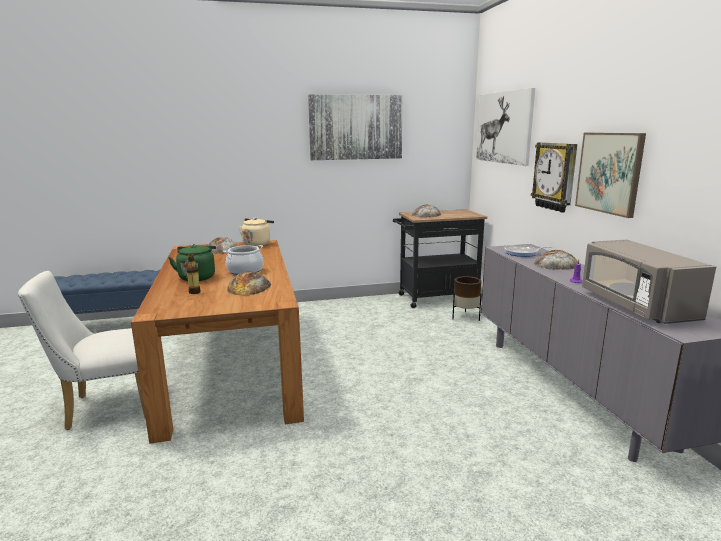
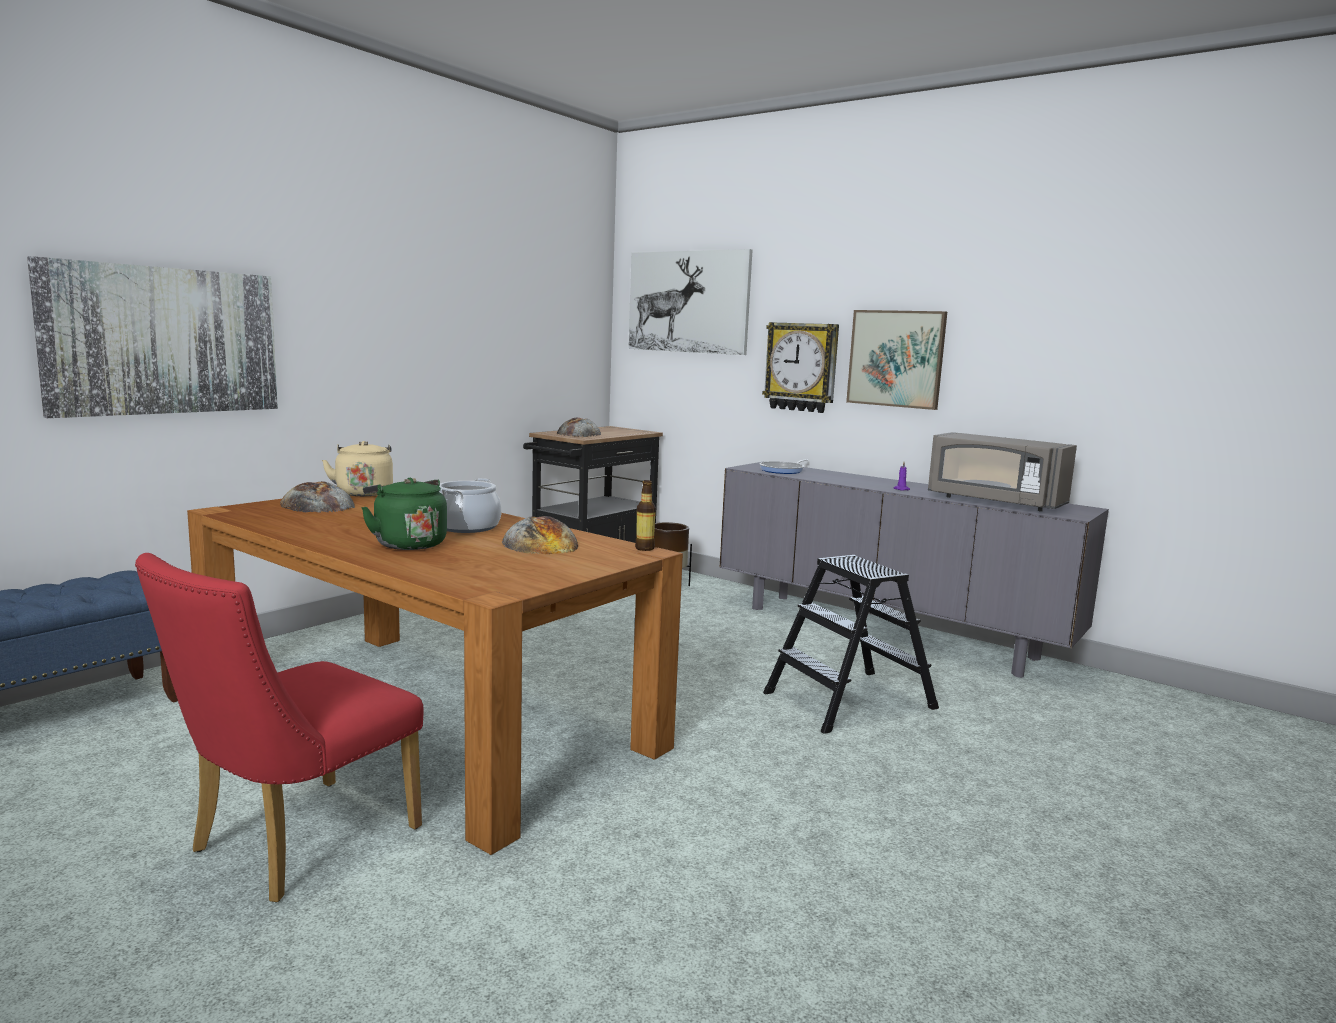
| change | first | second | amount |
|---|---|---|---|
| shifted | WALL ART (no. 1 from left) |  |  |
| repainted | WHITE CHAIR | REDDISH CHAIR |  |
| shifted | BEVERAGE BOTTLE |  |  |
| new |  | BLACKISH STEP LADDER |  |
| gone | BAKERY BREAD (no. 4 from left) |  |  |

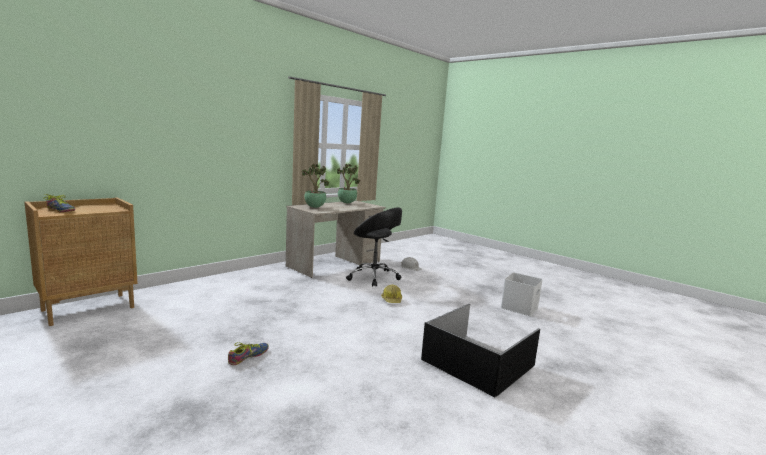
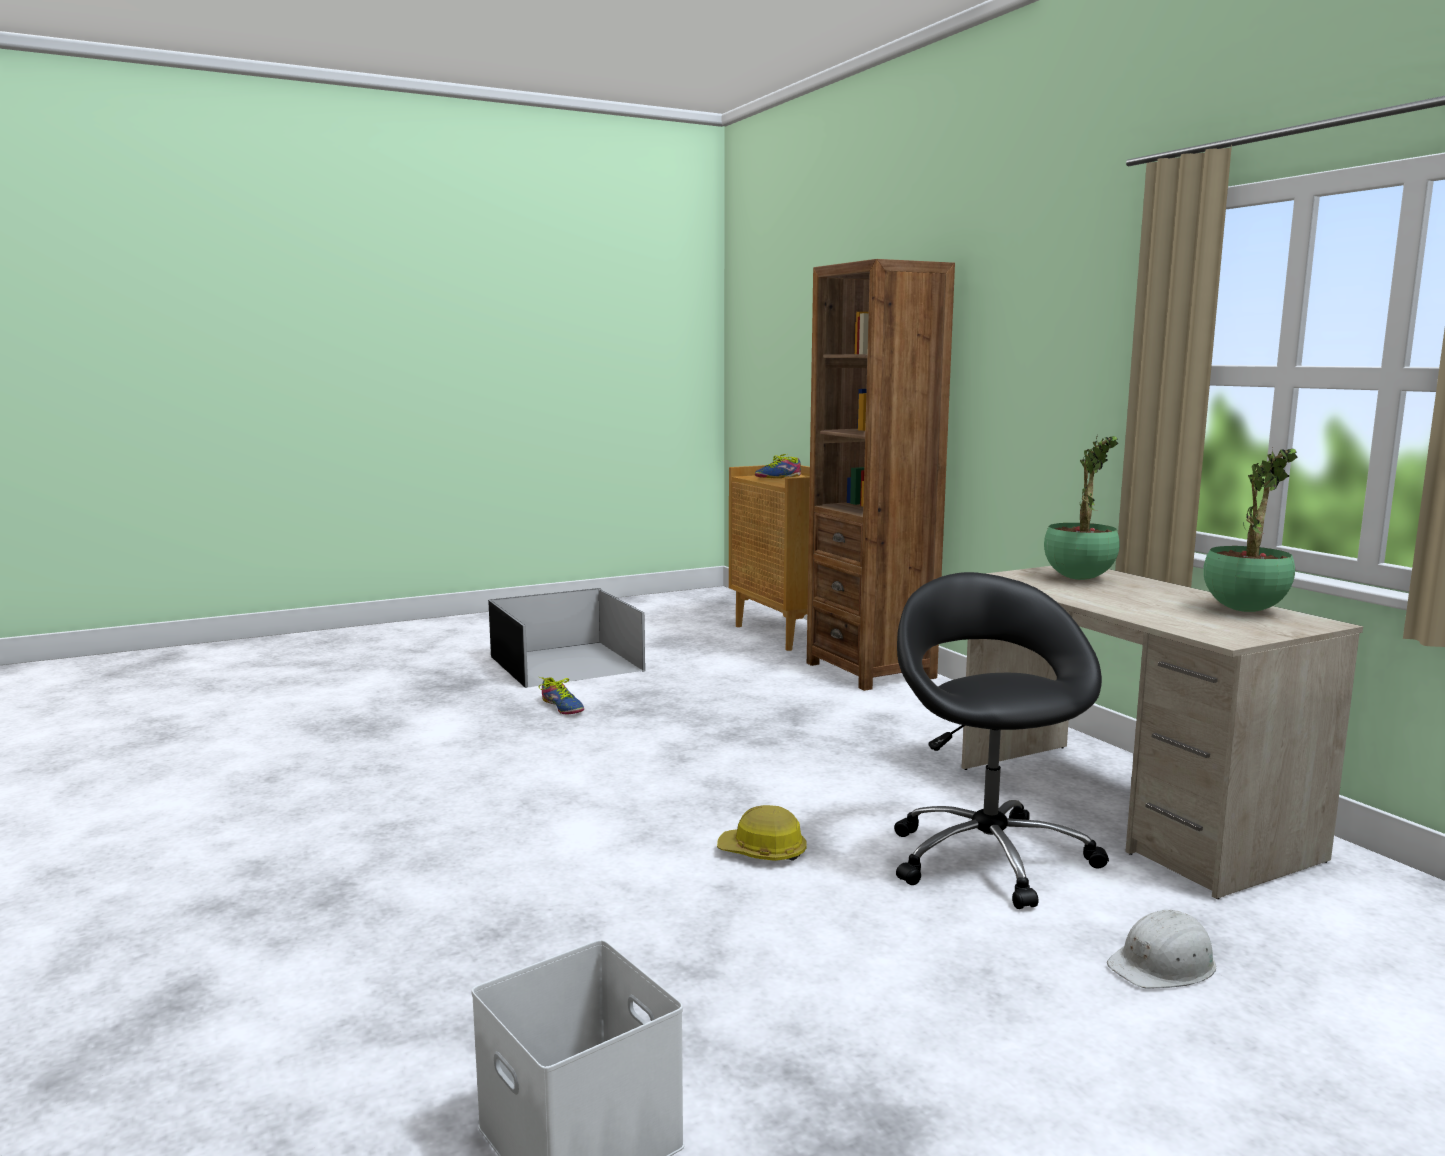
| change | first | second | amount |
|---|---|---|---|
| shifted | BLACKISH STORAGE BIN |  |  |
| new |  | BROWN-COLOURED BOOKCASE |  |
| rotated | BLACKISH OFFICE CHAIR |  | 105 degrees clockwise |

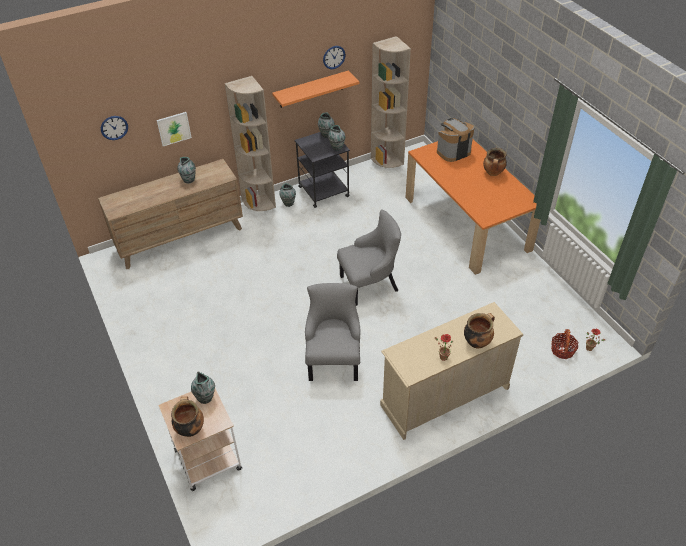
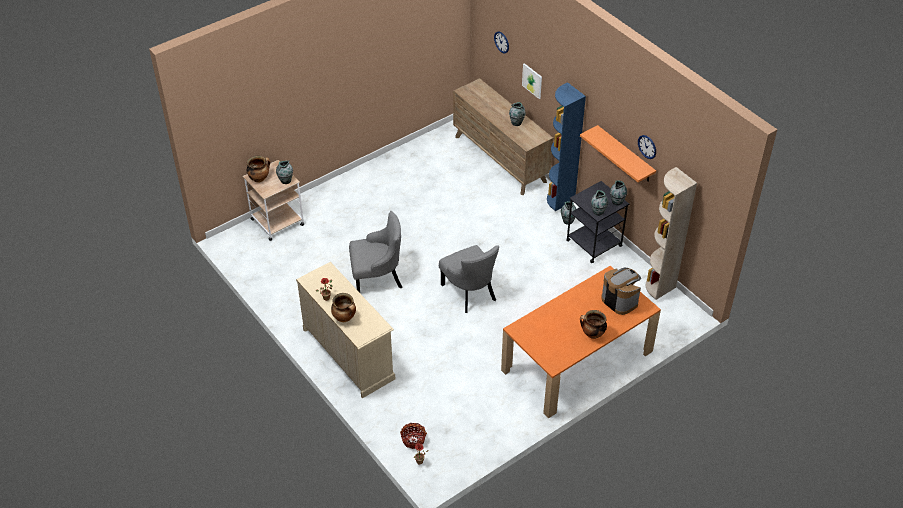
| change | first | second | amount |
|---|---|---|---|
| repainted | BEIGE-COLOURED BOOKCASE (no. 1 from left) | BLUISH BOOKCASE |  |

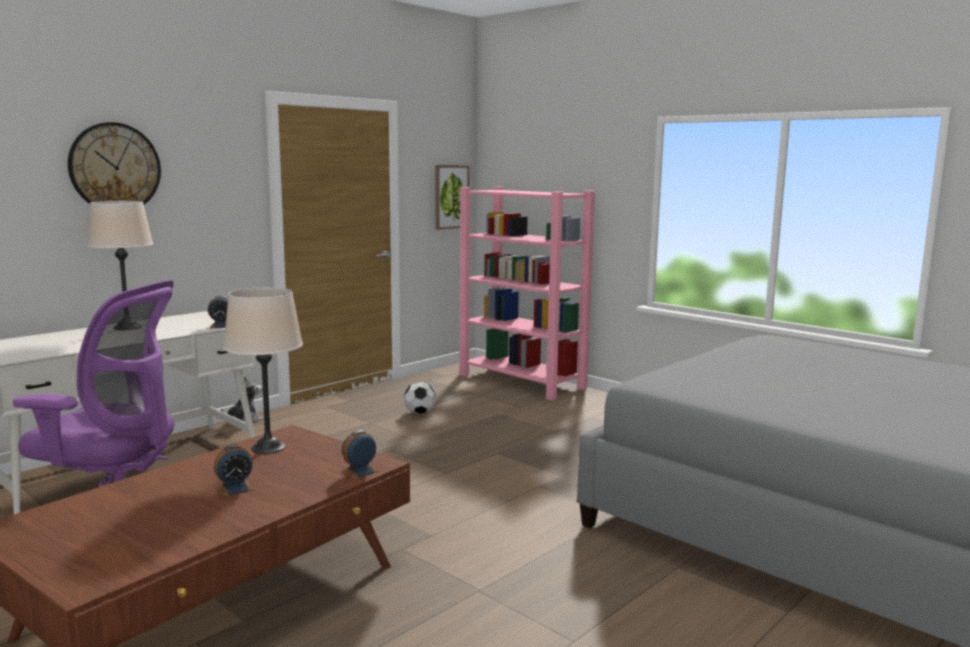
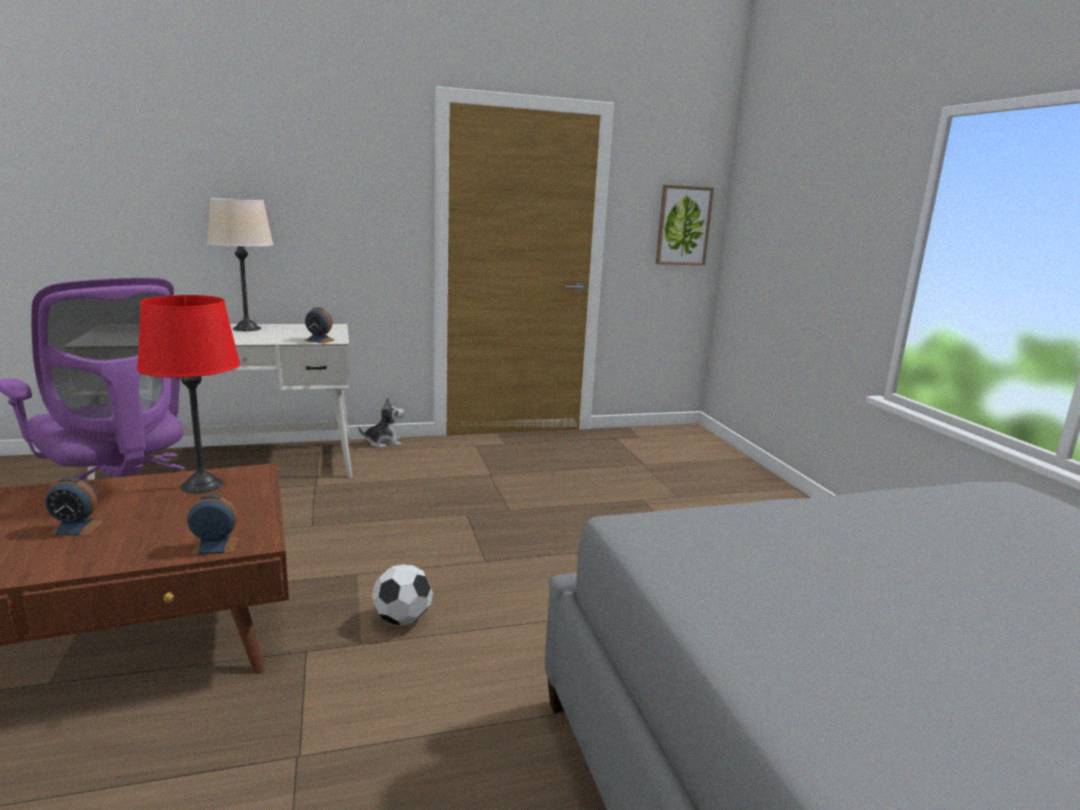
| change | first | second | amount |
|---|---|---|---|
| repainted | BEIGE-COLOURED TABLE LAMP (no. 2 from left) | REDDISH TABLE LAMP |  |
| shifted | BALL FOR FOOTBALL |  |  |
| gone | HANGING CLOCK |  |  |
| gone | PINK BOOKCASE |  |  |

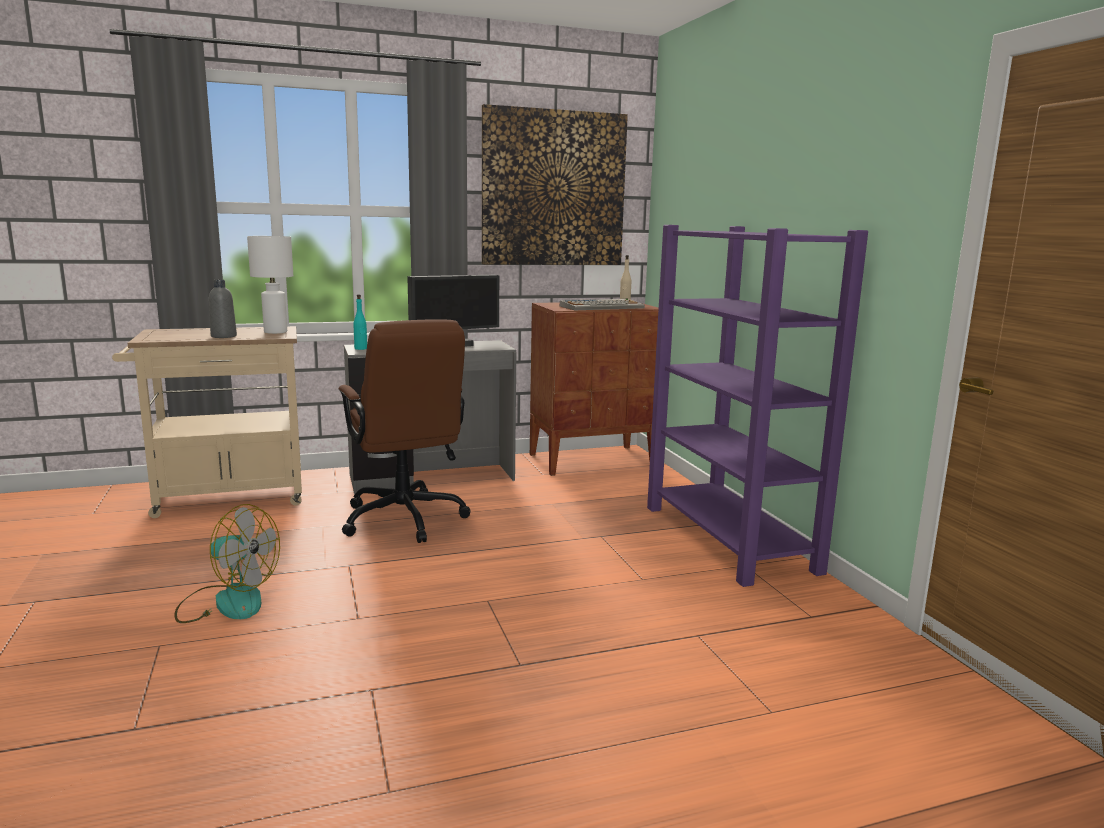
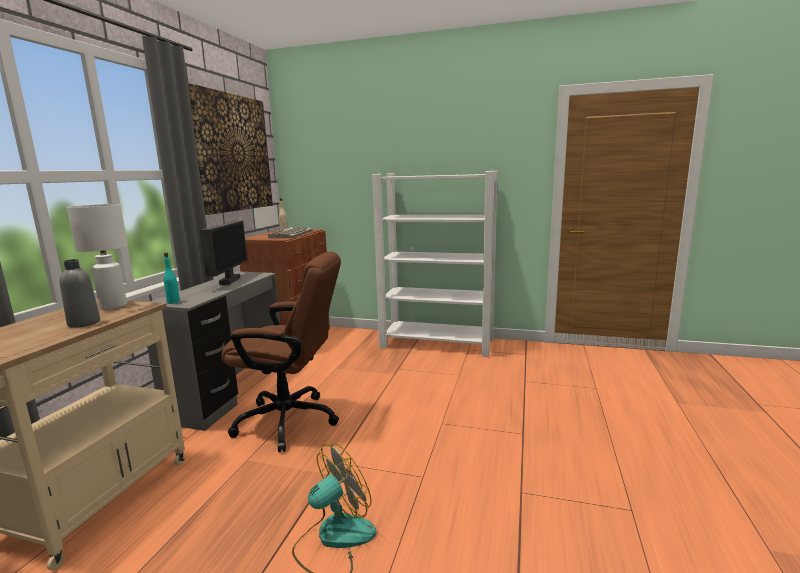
| change | first | second | amount |
|---|---|---|---|
| repainted | PURPLE BOOKCASE | WHITE BOOKCASE |  |

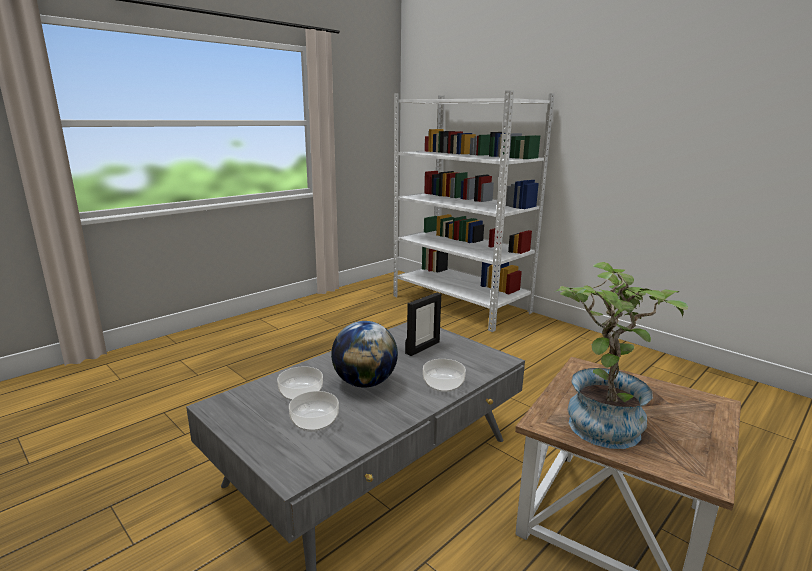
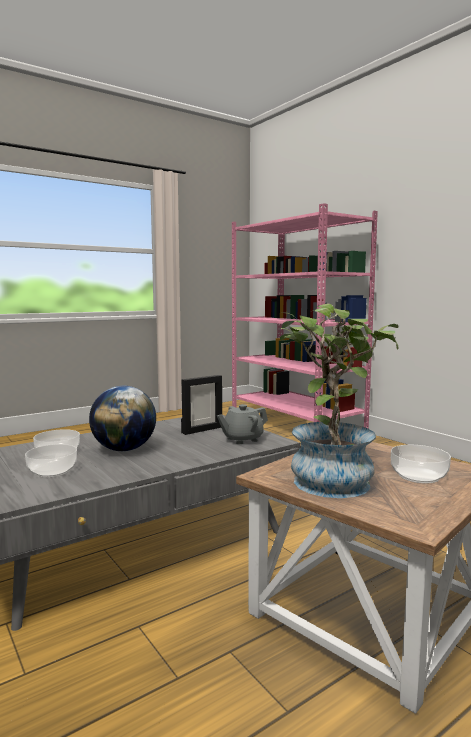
| change | first | second | amount |
|---|---|---|---|
| new |  | GRAY POT FOR TEA |  |
| repainted | WHITE BOOKCASE | PINK BOOKCASE |  |
| shifted | DEEP DISH (no. 3 from left) |  |  |

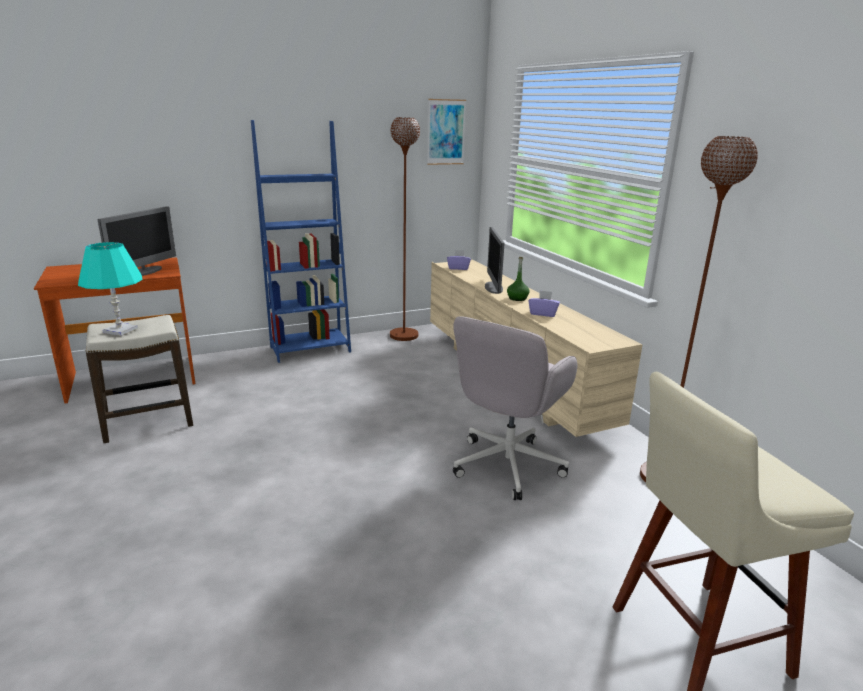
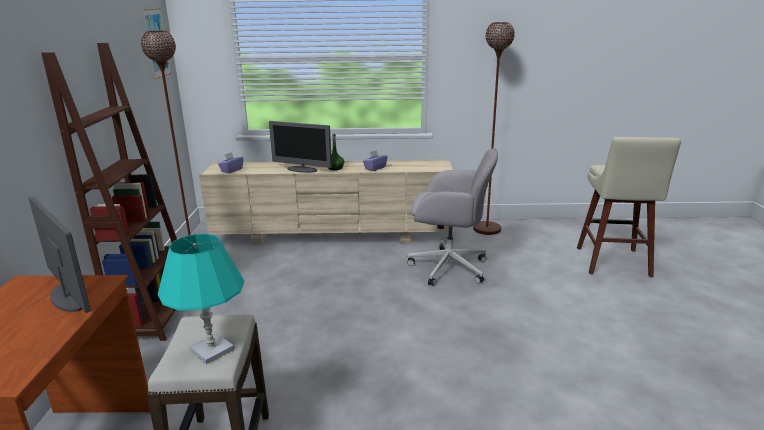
| change | first | second | amount |
|---|---|---|---|
| repainted | BLUISH BOOKCASE | BROWN-COLOURED BOOKCASE |  |
| rotated | GRAY OFFICE CHAIR |  | 45 degrees counterclockwise |

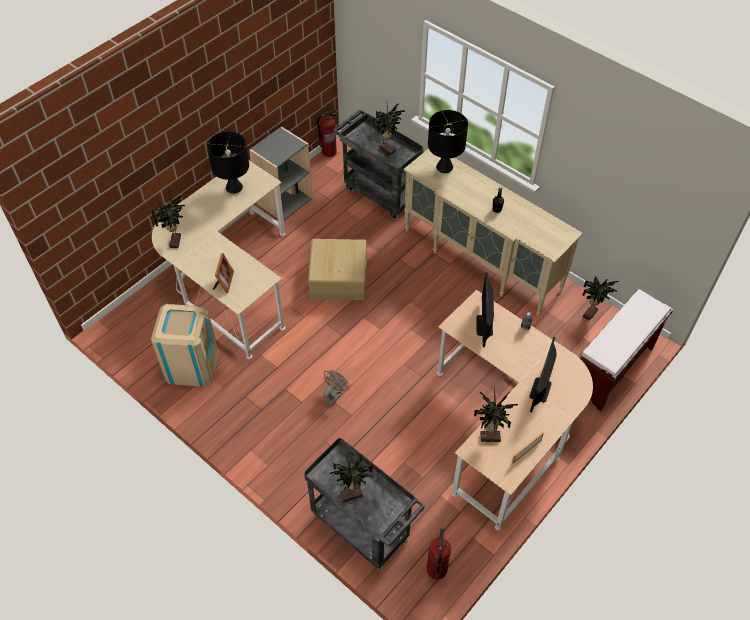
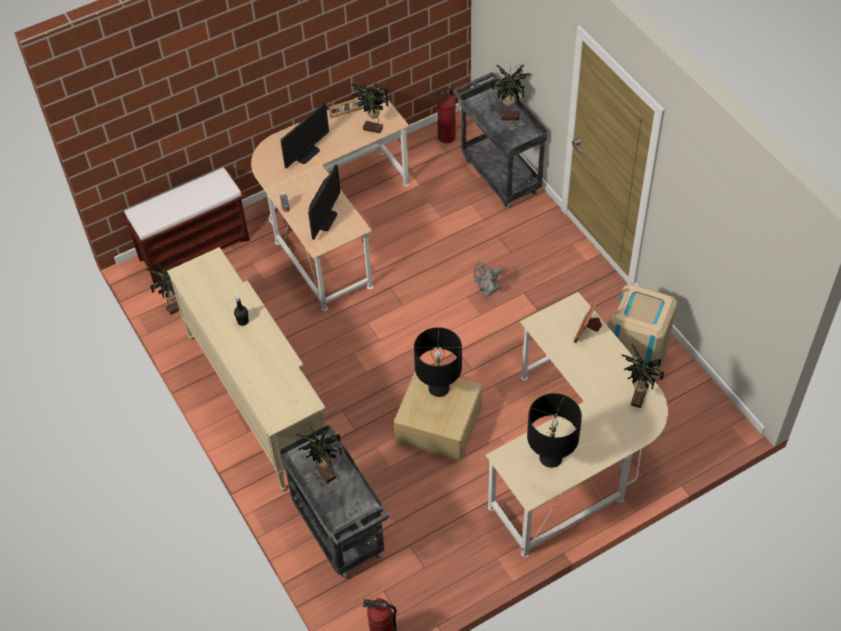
| change | first | second | amount |
|---|---|---|---|
| shifted | BLACKISH TABLE LAMP (no. 2 from left in the first image) | BLACKISH TABLE LAMP (no. 1 from left) |  |
| gone | GRAY BOOKCASE |  |  |

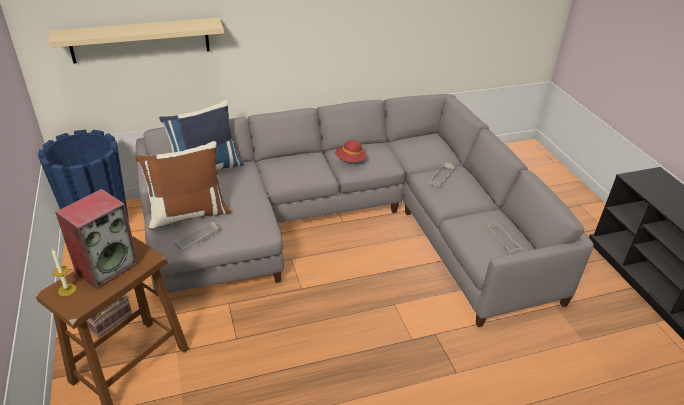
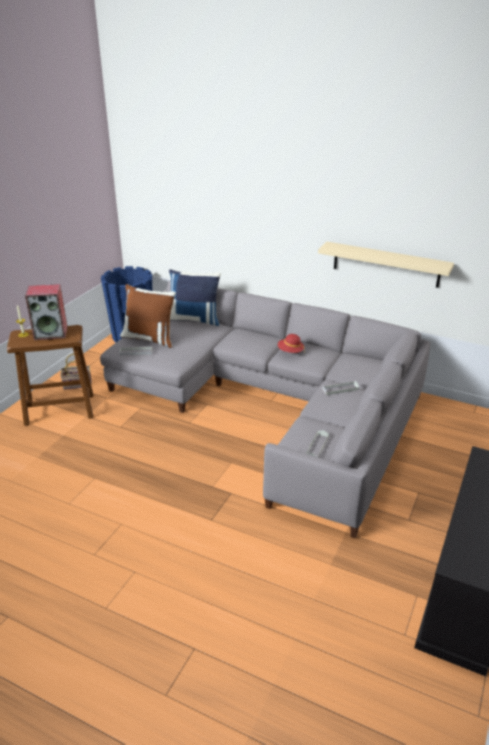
| change | first | second | amount |
|---|---|---|---|
| shifted | BEIGE-COLOURED SHELF |  |  |

